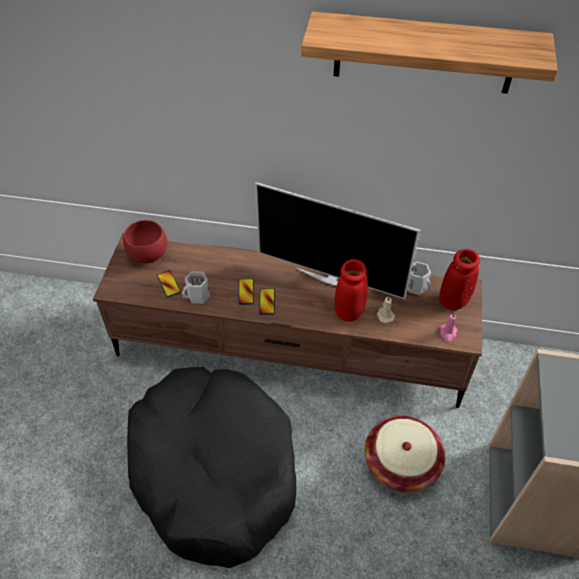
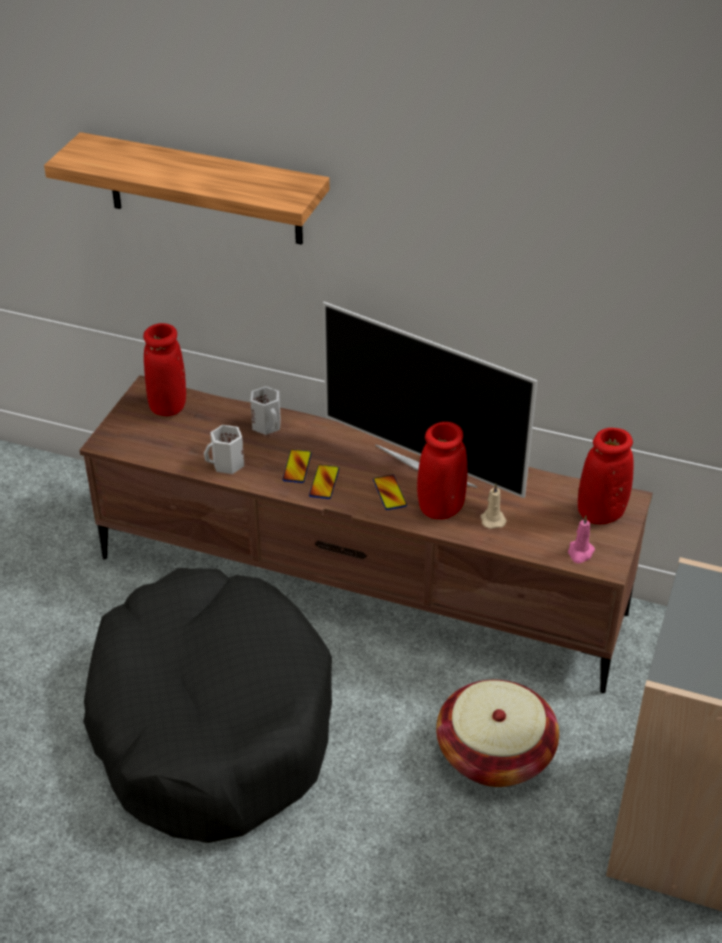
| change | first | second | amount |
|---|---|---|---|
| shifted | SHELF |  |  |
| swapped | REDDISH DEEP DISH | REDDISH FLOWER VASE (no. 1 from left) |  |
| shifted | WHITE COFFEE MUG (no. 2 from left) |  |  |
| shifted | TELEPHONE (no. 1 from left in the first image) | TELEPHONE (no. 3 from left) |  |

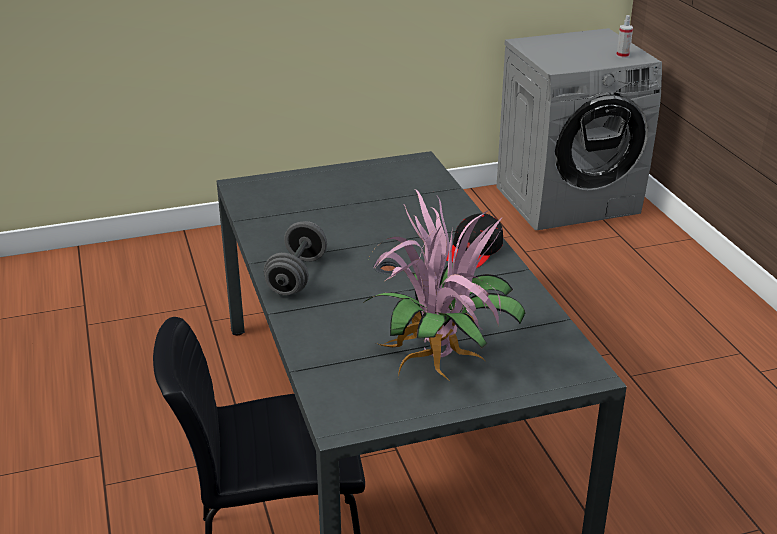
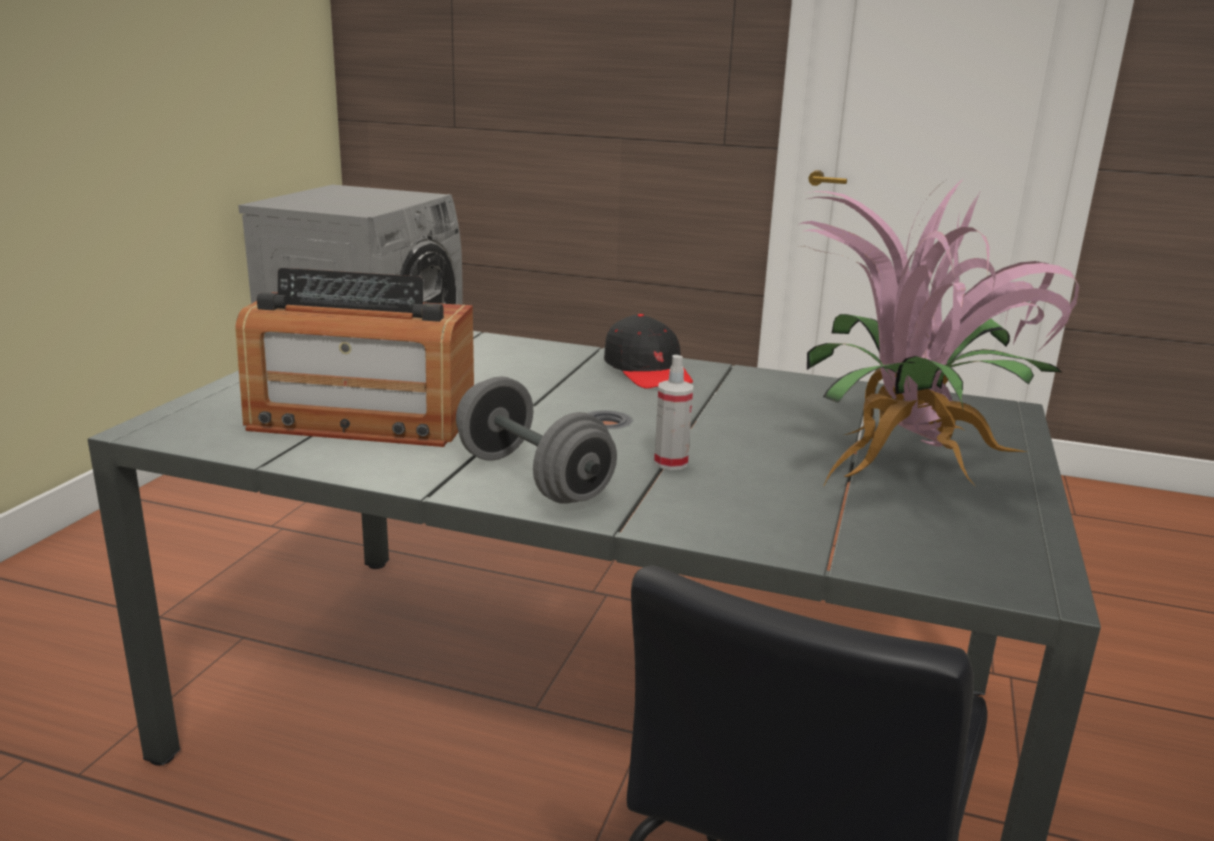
| change | first | second | amount |
|---|---|---|---|
| new |  | RADIO |  |
| shifted | SPRAY BOTTLE |  |  |

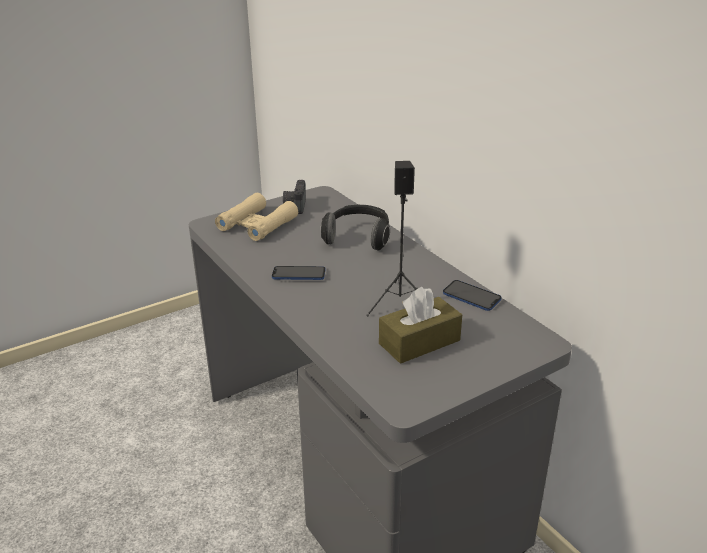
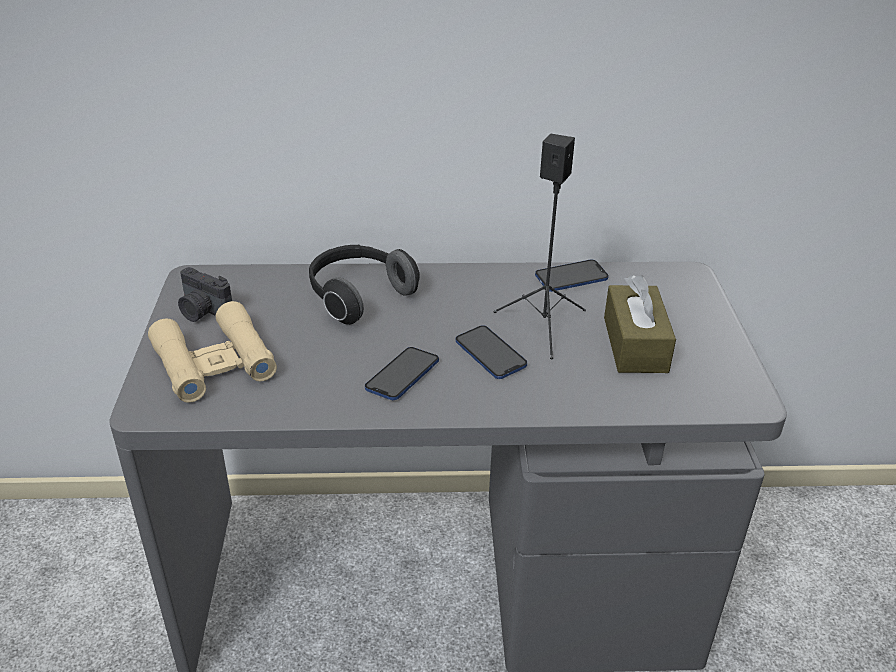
| change | first | second | amount |
|---|---|---|---|
| new |  | TELEPHONE (no. 2 from left) |  |

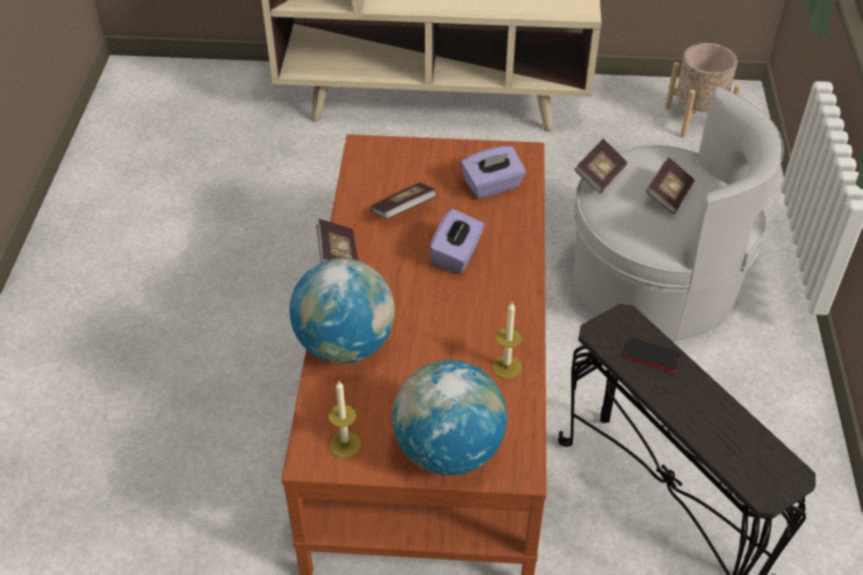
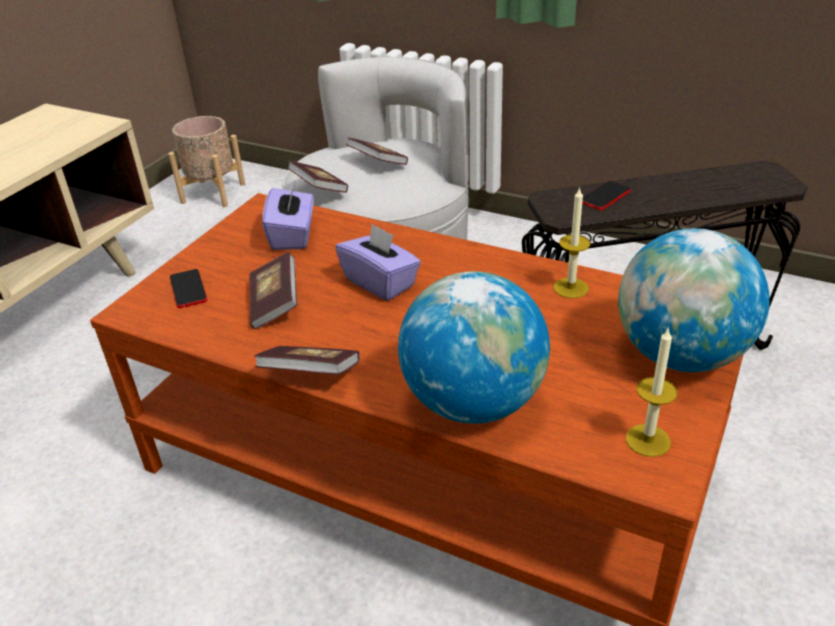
| change | first | second | amount |
|---|---|---|---|
| new |  | TELEPHONE (no. 1 from left) |  |

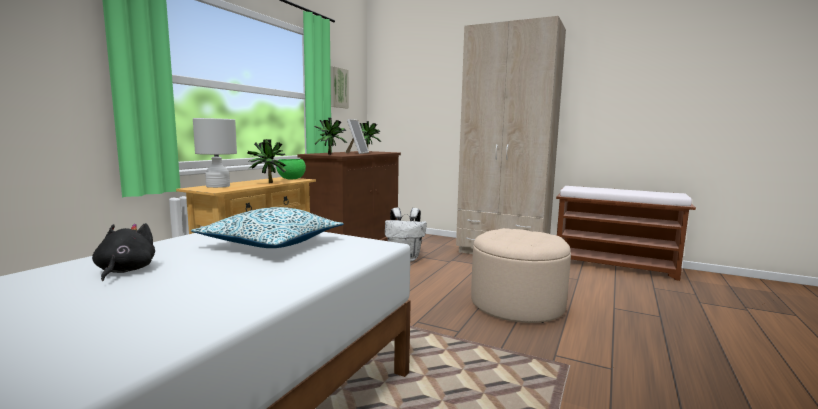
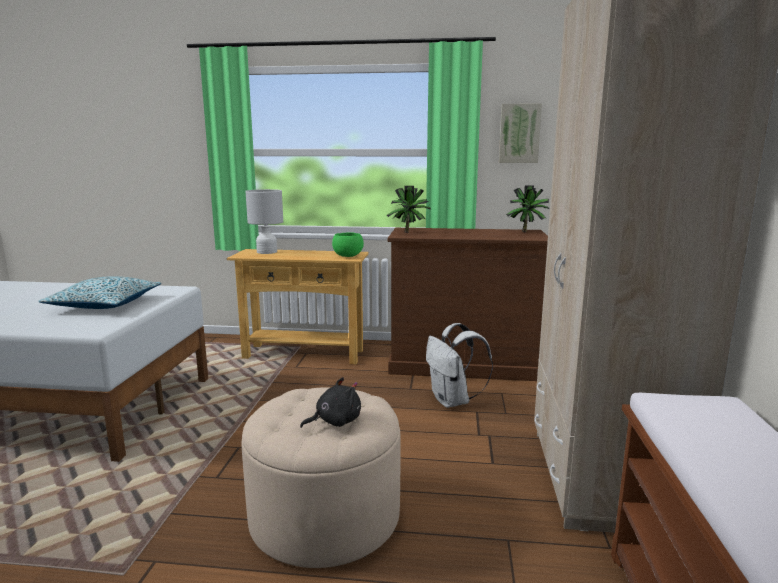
| change | first | second | amount |
|---|---|---|---|
| shifted | BLACKISH CUDDLY TOY |  |  |
| gone | PLANT IN A POT (no. 1 from left) |  |  |
| gone | PICTURE FRAME |  |  |

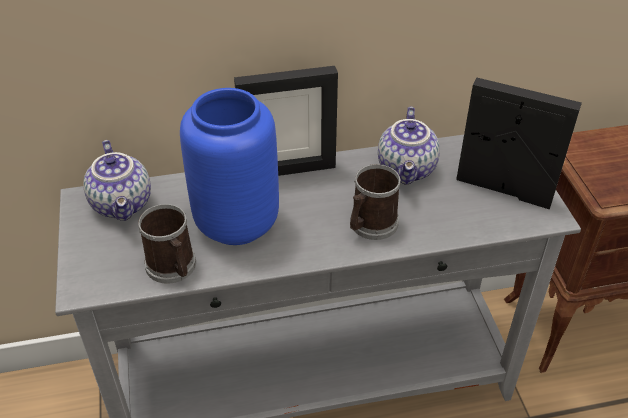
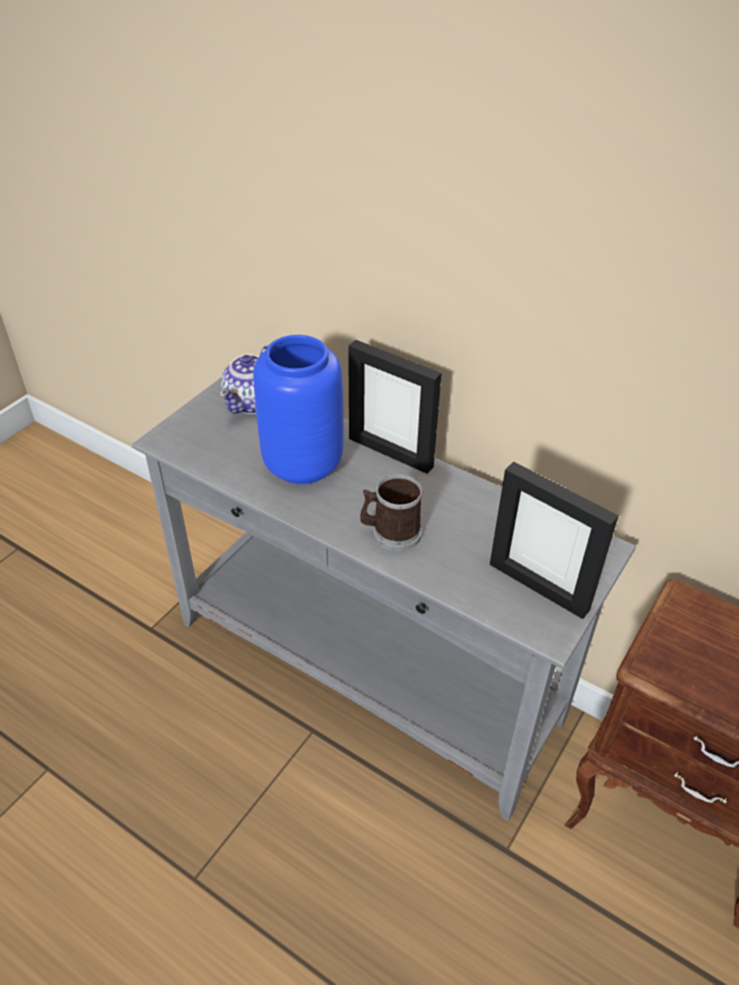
| change | first | second | amount |
|---|---|---|---|
| rotated | PICTURE FRAME (no. 2 from left) |  | 150 degrees clockwise |
| gone | COFFEE MUG (no. 1 from left) |  |  |
| gone | POT FOR TEA (no. 2 from left) |  |  |

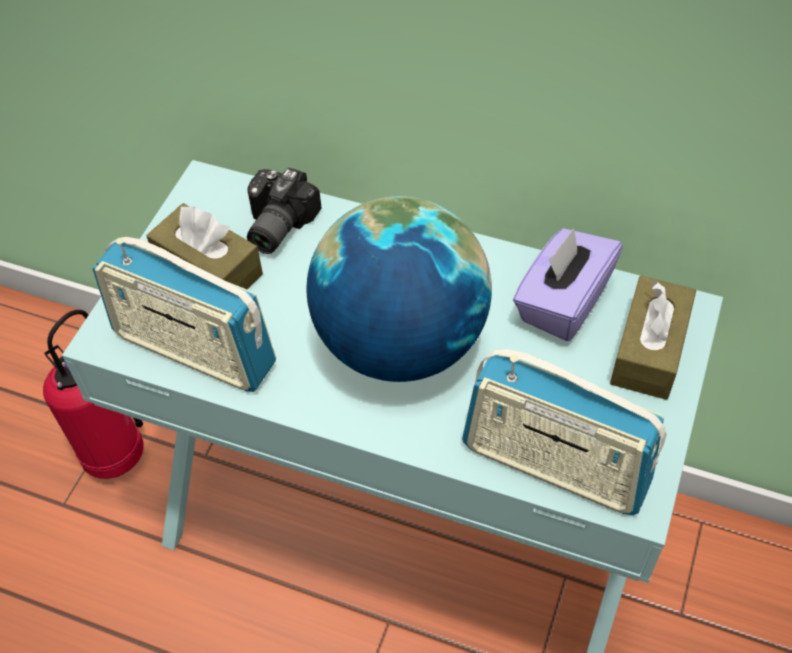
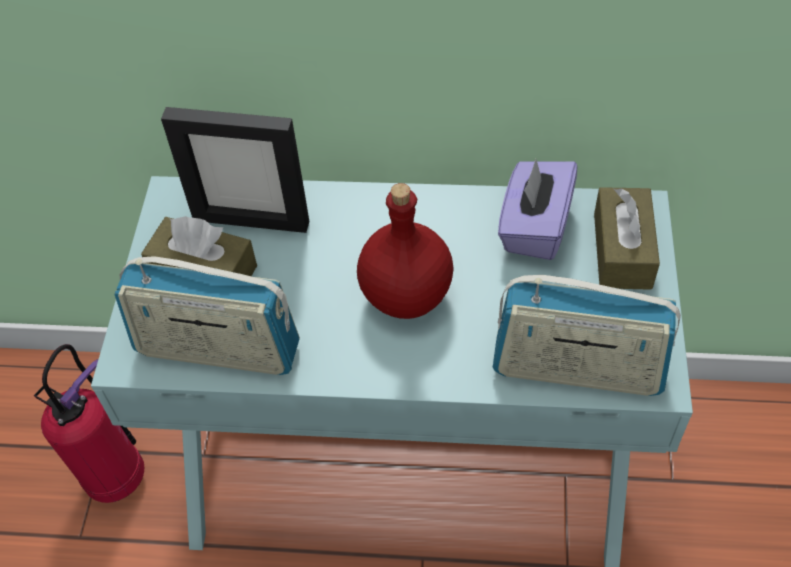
| change | first | second | amount |
|---|---|---|---|
| swapped | PHOTO CAMERA | PICTURE FRAME |  |
| swapped | WORLD GLOBE | REDDISH BEVERAGE BOTTLE |  |

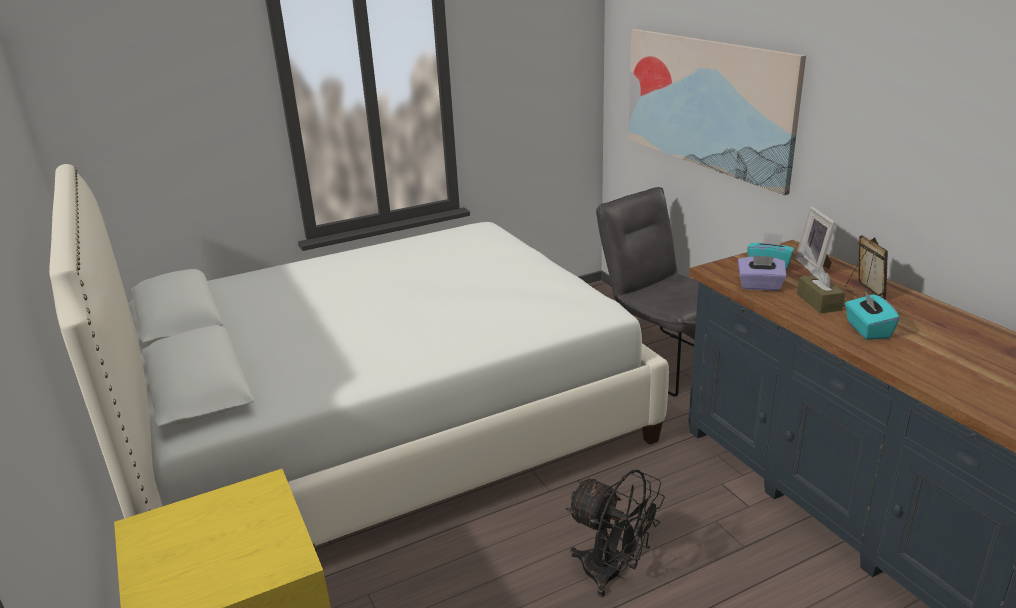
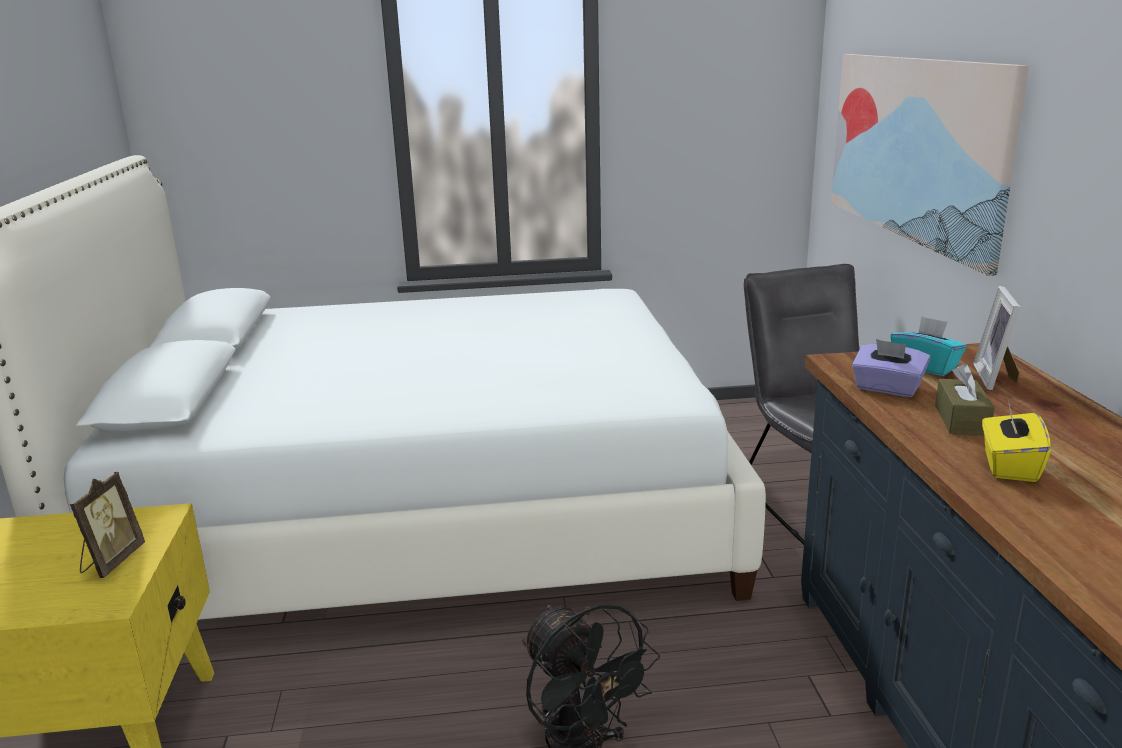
| change | first | second | amount |
|---|---|---|---|
| shifted | PICTURE FRAME (no. 2 from left in the first image) | PICTURE FRAME (no. 1 from left) |  |
| repainted | BLUE-GREEN TISSUE HOLDER (no. 2 from left) | YELLOW TISSUE HOLDER |  |

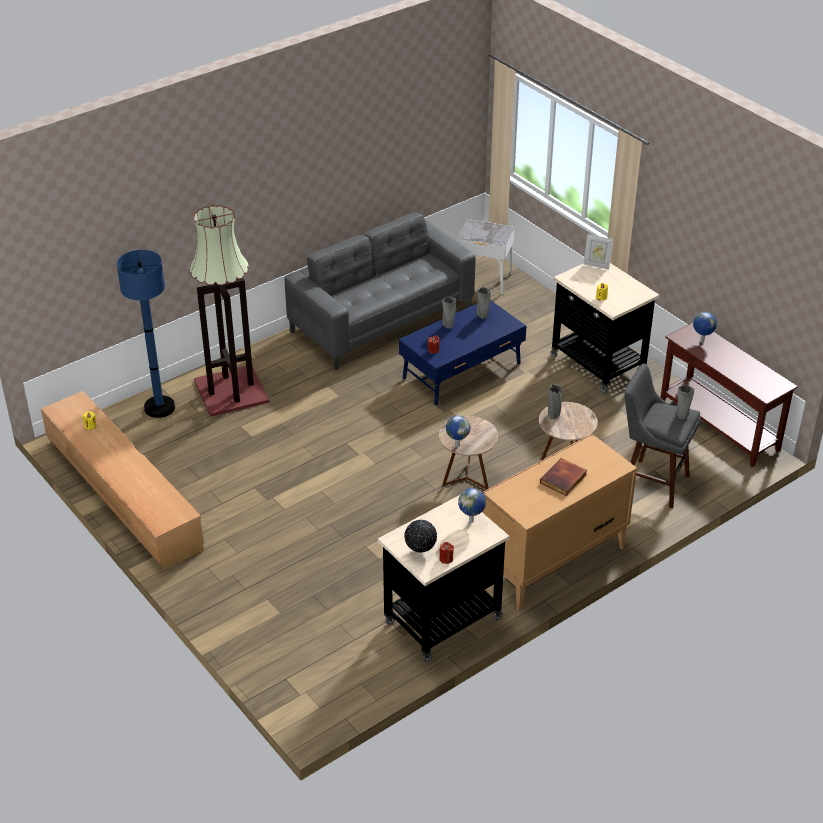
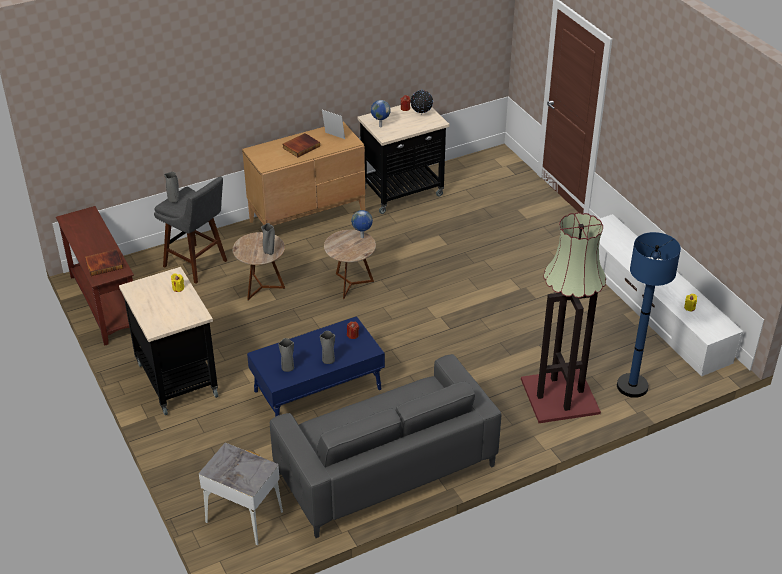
| change | first | second | amount |
|---|---|---|---|
| swapped | WORLD GLOBE (no. 4 from left) | VOLUME (no. 1 from left) |  |
| shifted | PICTURE FRAME |  |  |
| repainted | BROWN-COLOURED TV UNIT | WHITE TV UNIT |  |

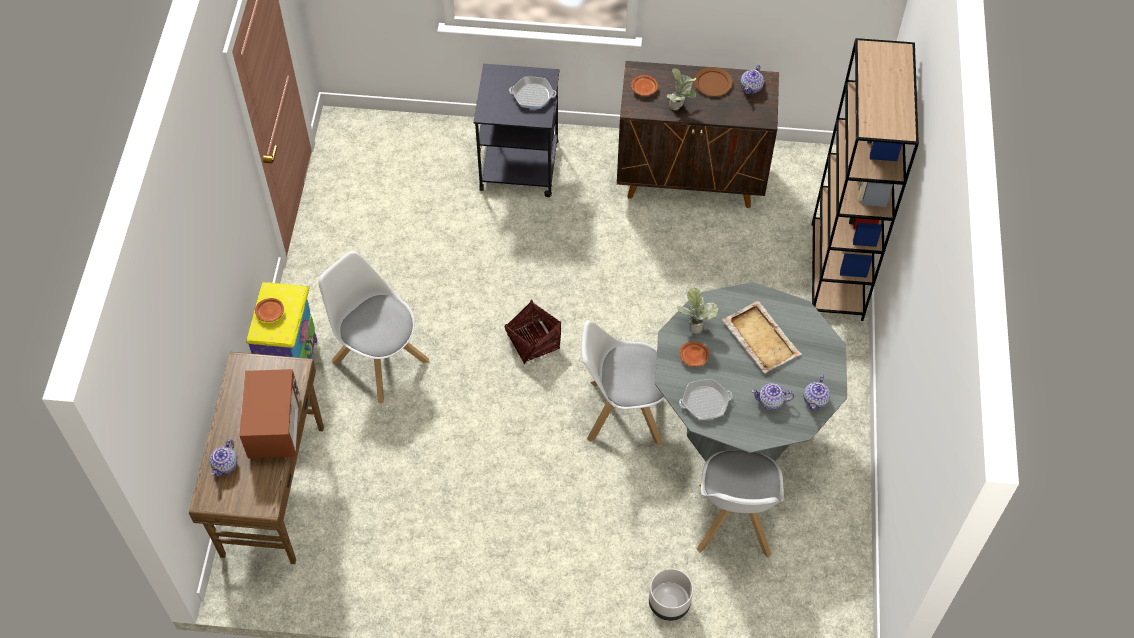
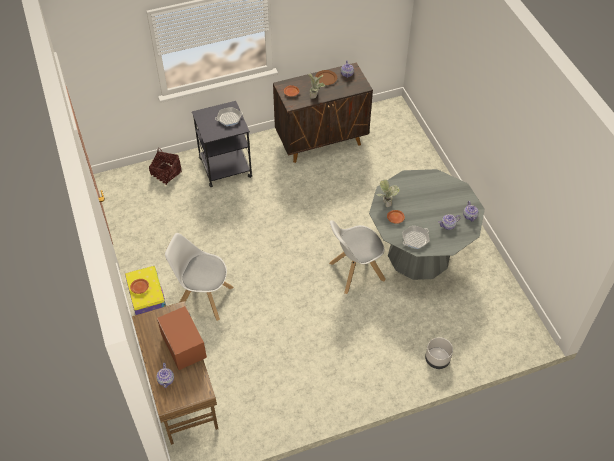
| change | first | second | amount |
|---|---|---|---|
| shifted | HOUSEHOLD BASKET |  |  |
| gone | CHAIR (no. 3 from left) |  |  |
| gone | BEIGE-COLOURED CARRYING TRAY |  |  |
| gone | BEIGE-COLOURED BOOKCASE |  |  |

